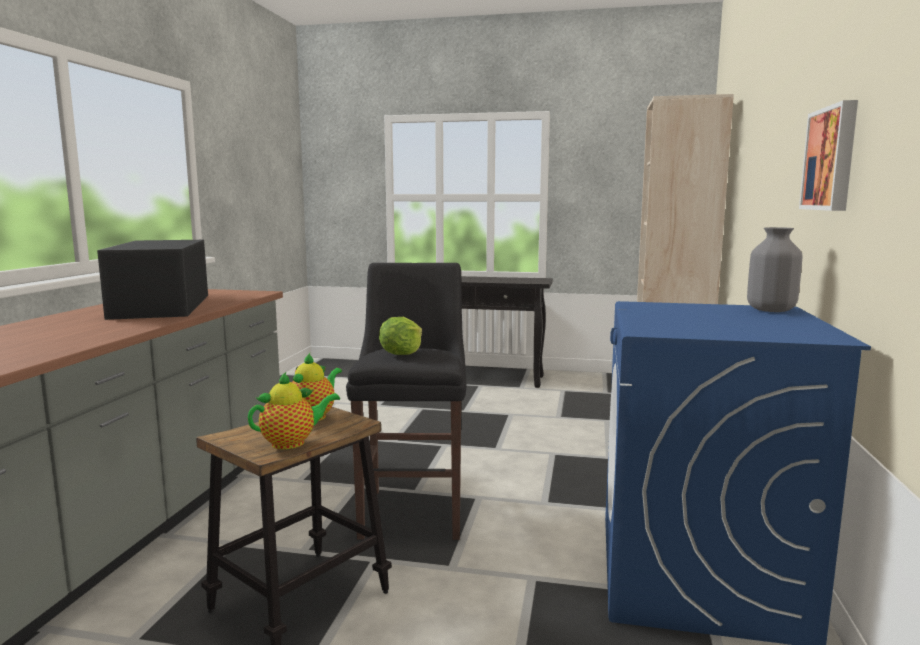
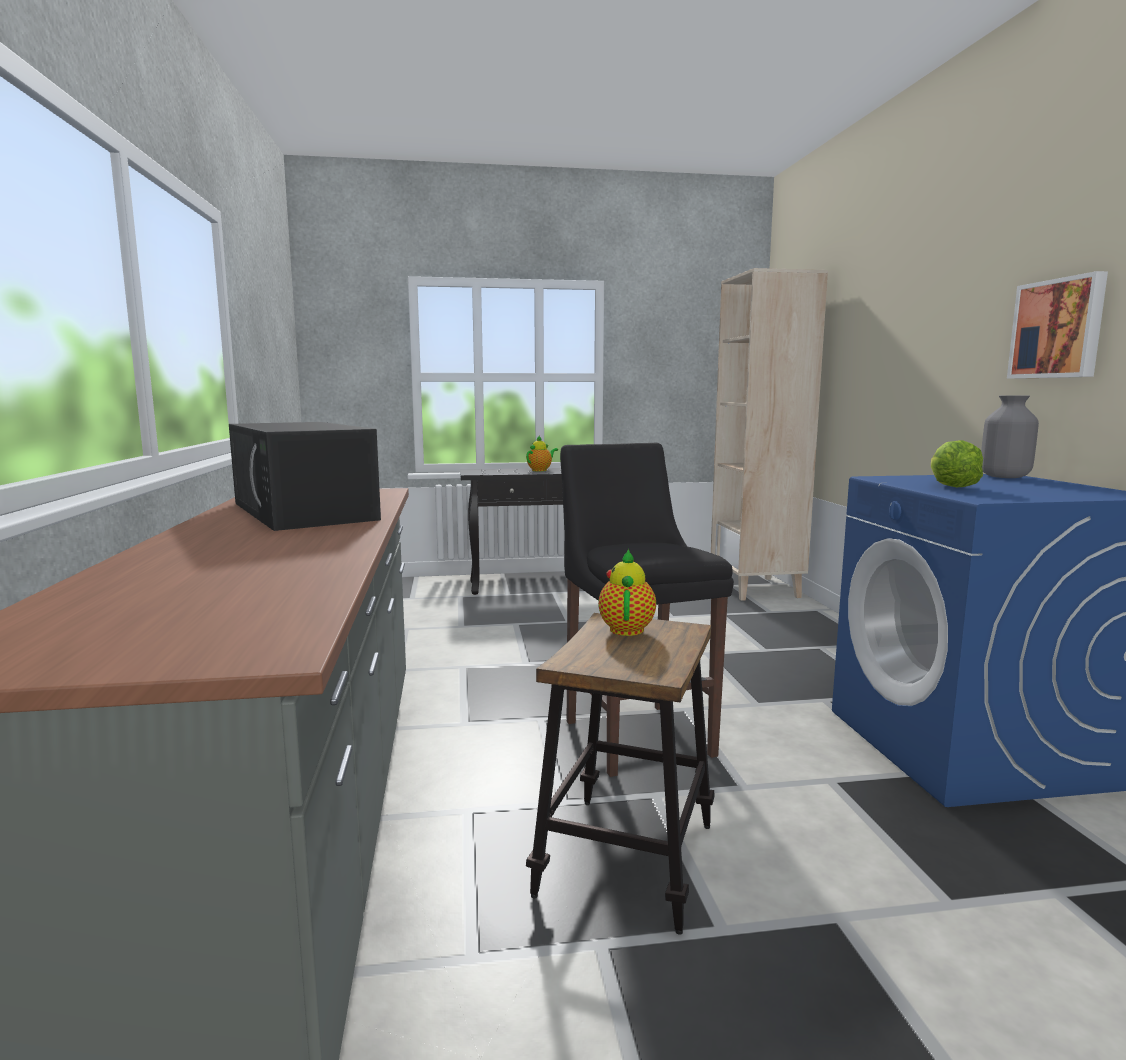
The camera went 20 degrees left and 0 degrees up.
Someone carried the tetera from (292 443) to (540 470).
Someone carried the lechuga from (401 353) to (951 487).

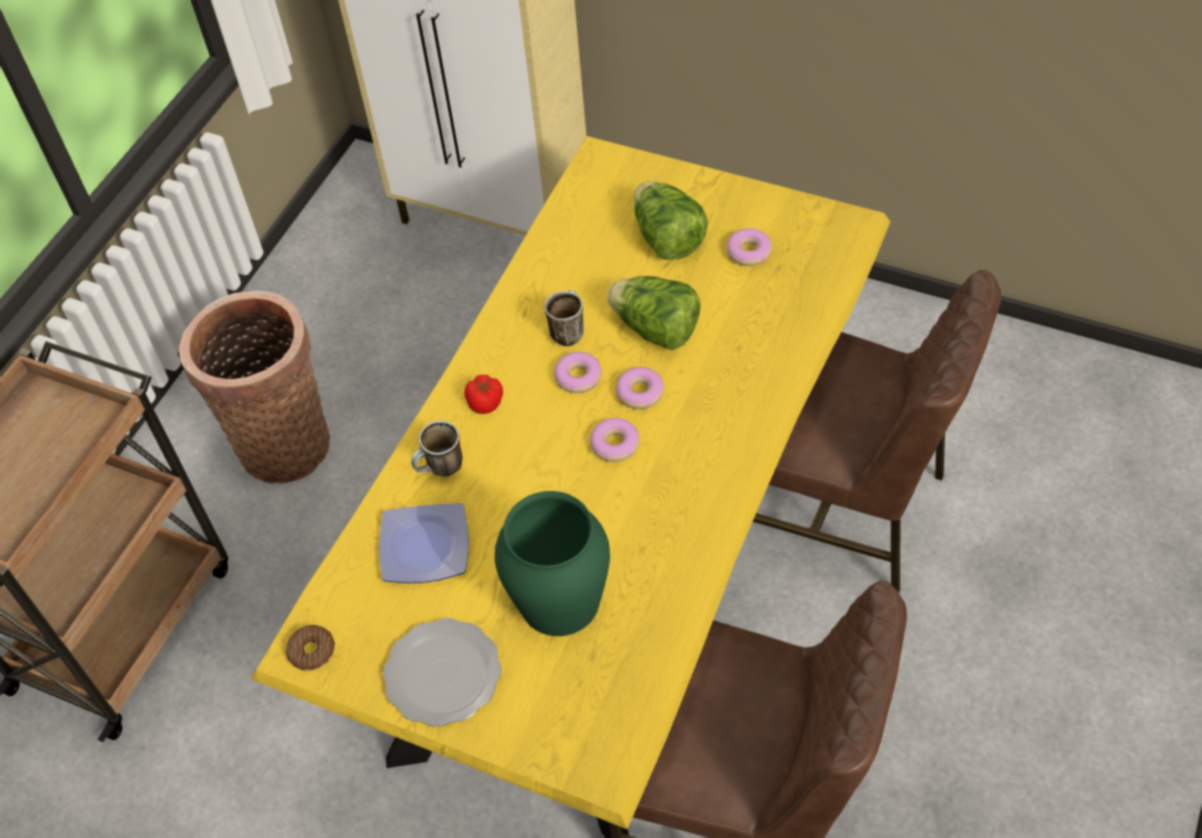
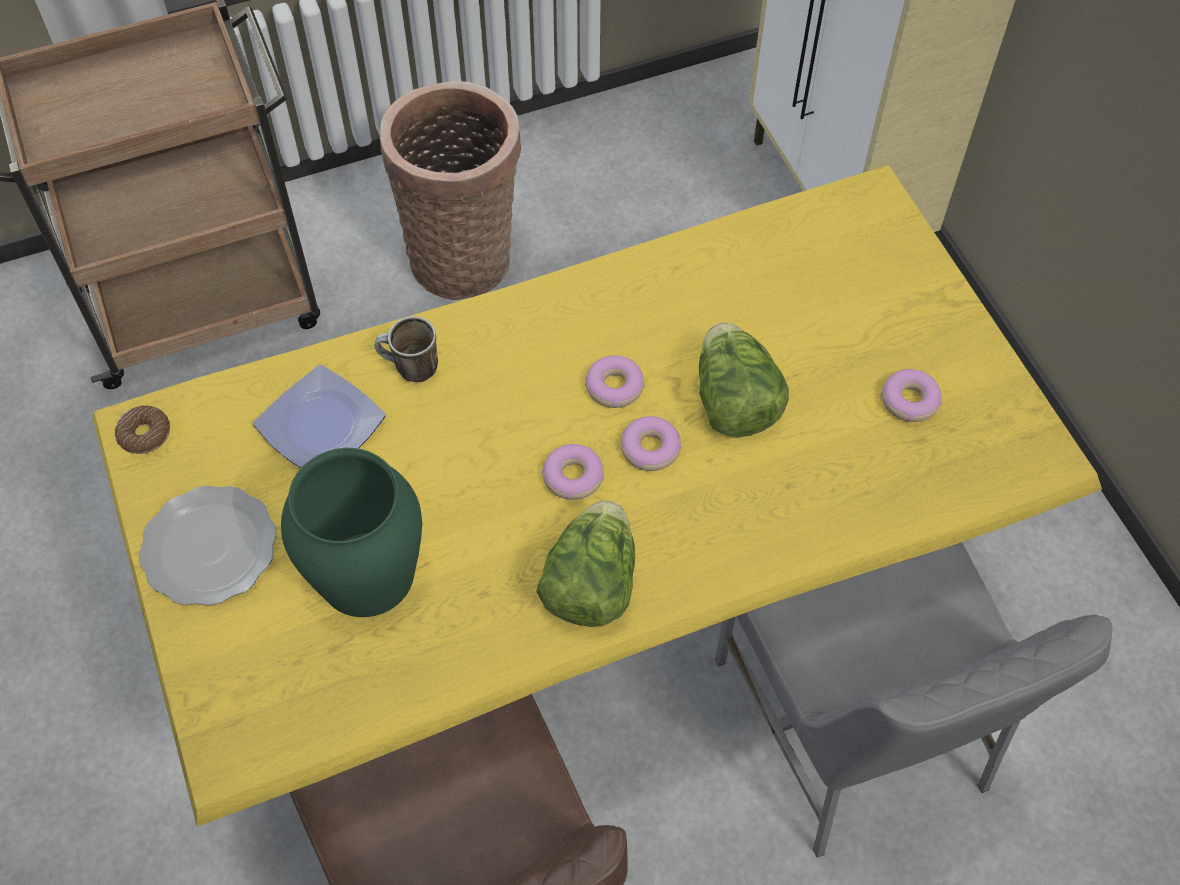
The camera went 40 degrees right and 5 degrees up.
Someone took away the tomate at (486 403).
Someone took away the taza grande at (567 331).
Someone carried the lechuga from (667 239) to (590 584).
Someone repainted the silla [marrón] at (839 507), which became the silla [gris] at (854 726).

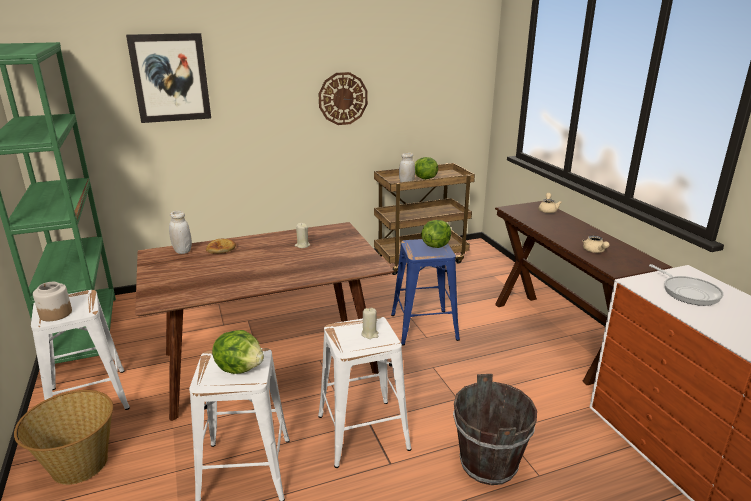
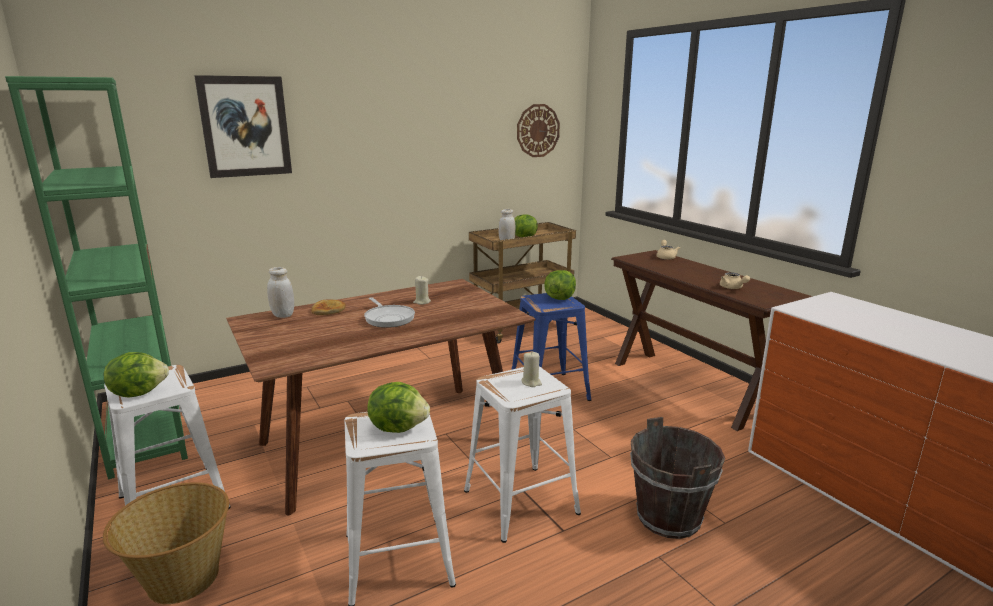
The camera went 10 degrees left and 5 degrees down.
Someone carried the reloj de pared from (343 98) to (538 130).
Someone carried the sartén from (688 292) to (388 318).
Someone swapped the tarro at (55 314) for the lechuga at (139 392).

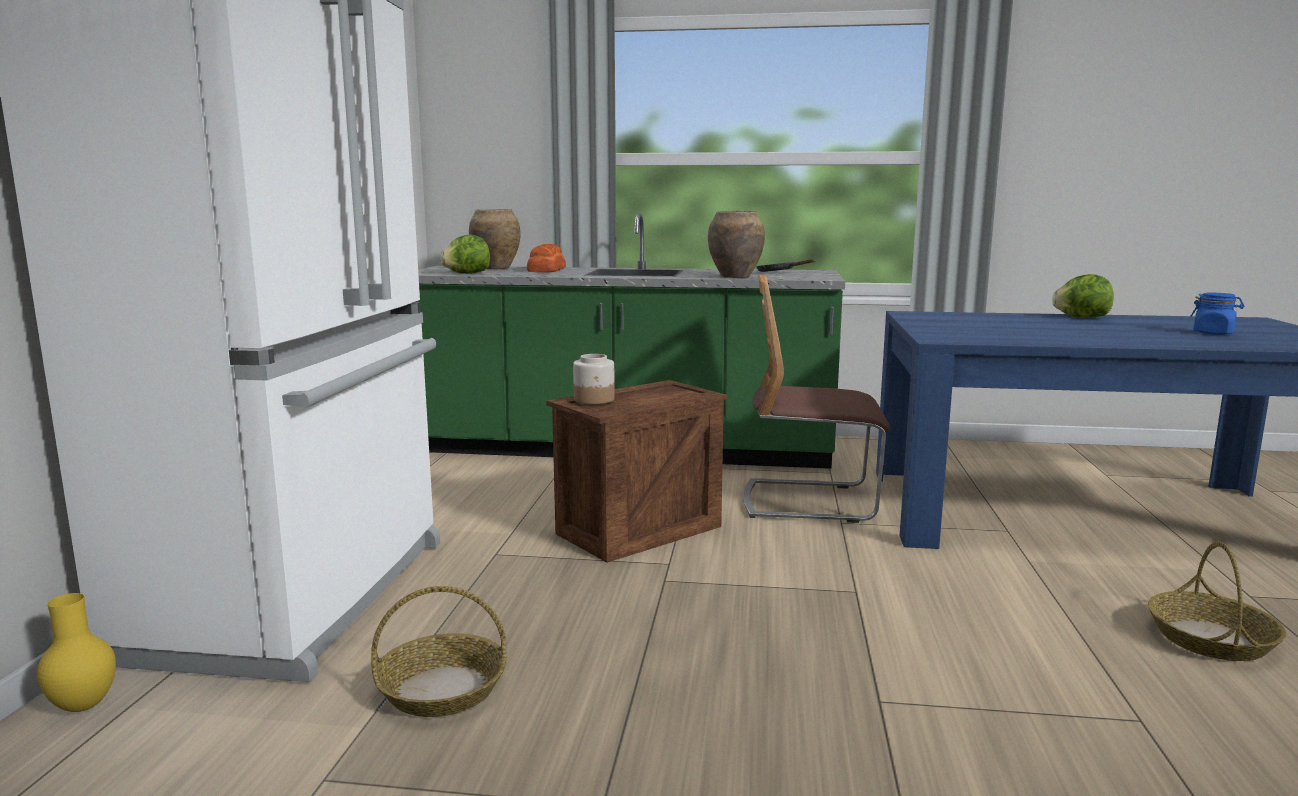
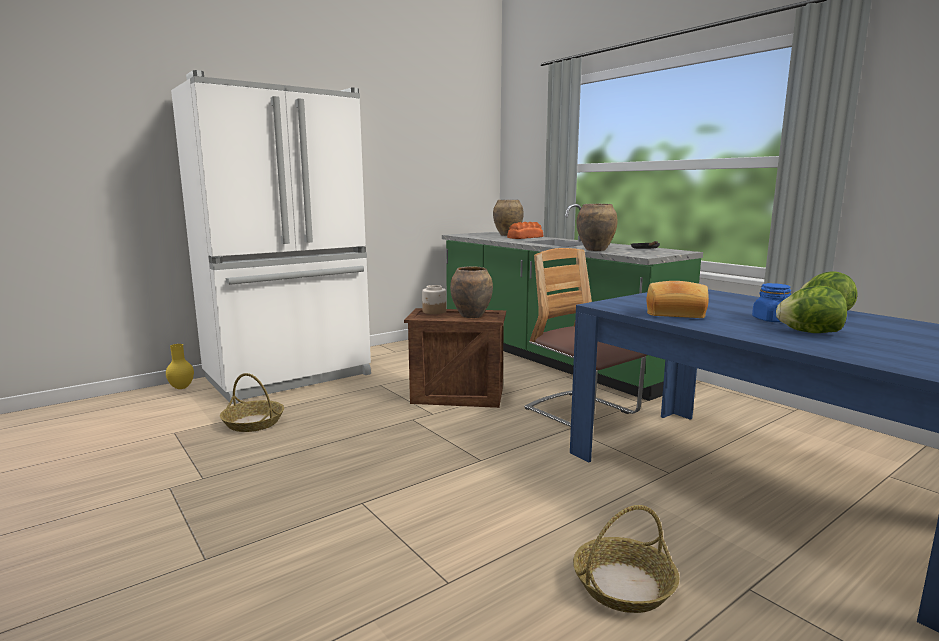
The camera went 45 degrees right and 0 degrees up.
Someone put down the florero [marrón] at (472 316).
Someone put down the pan at (675 314).
Someone carried the lechuga from (467 273) to (809 332).
Someone carried the tarro [azul] from (1213 333) to (772 320).

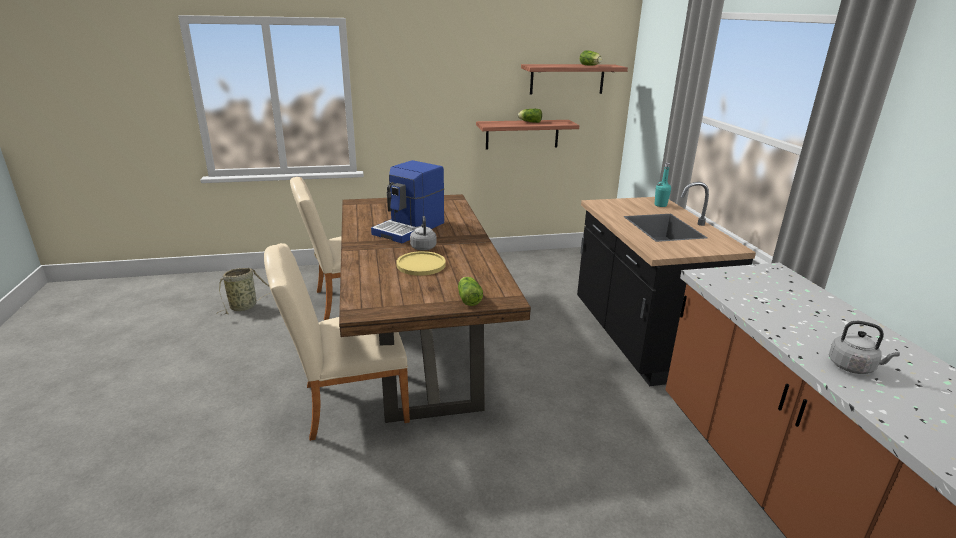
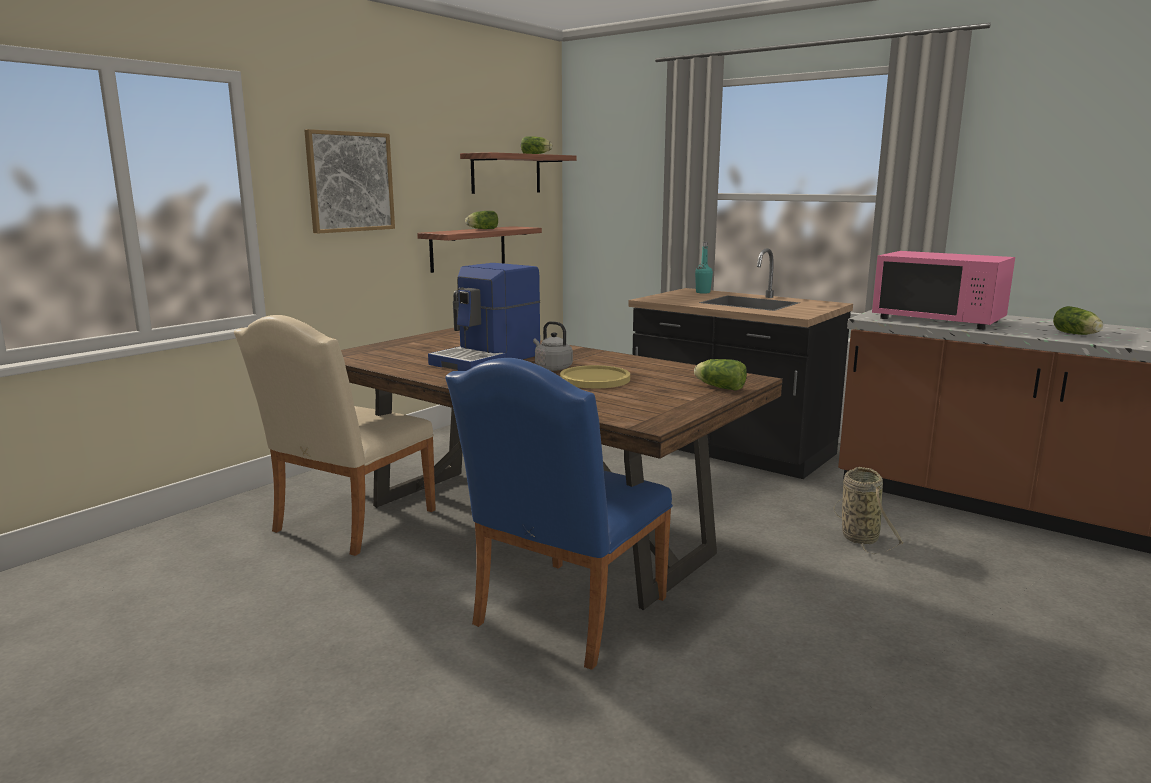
The camera went 40 degrees left and 10 degrees down.
Someone put up the cuadro at (350 182).
Someone put down the microondas [rosa] at (938 320).
Someone carried the cesta from (245 306) to (858 536).
Someone swapped the hervidor [gris] at (853 367) for the lechuga at (1077 334).
Someone repainted the silla [beis] at (347 404), which became the silla [azul] at (563 616).
Someone rotated the cafetera at (410 228) by 45 degrees clockwise.

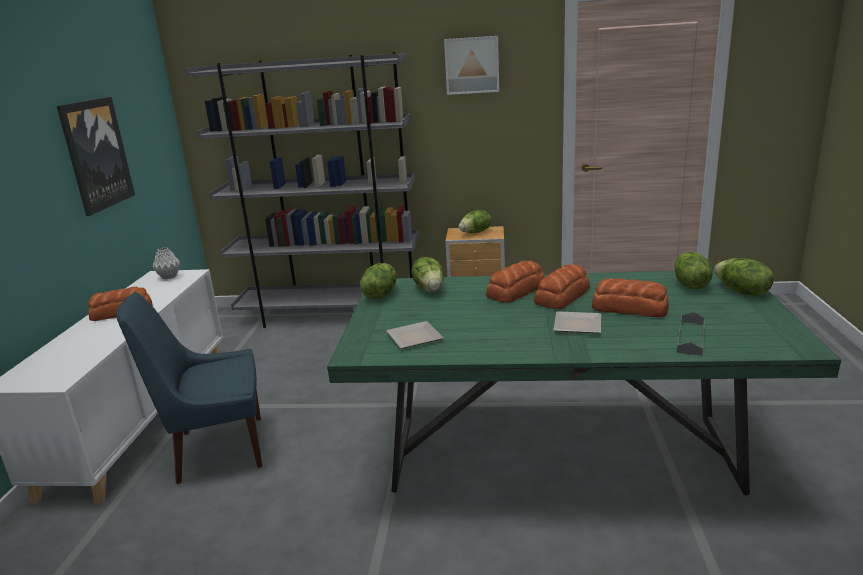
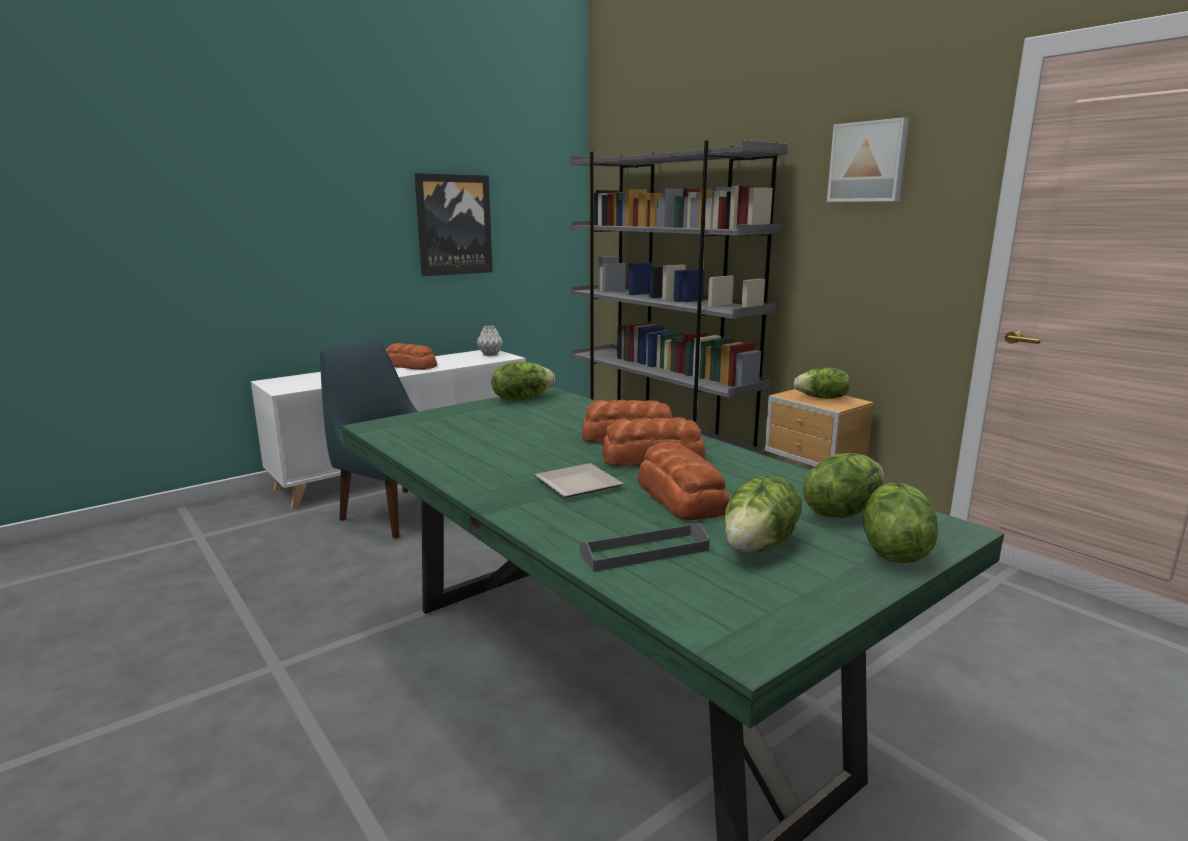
The camera went 45 degrees right and 5 degrees down.
Someone took away the plato at (412 337).
Someone carried the lechuga from (430 289) to (760 545).

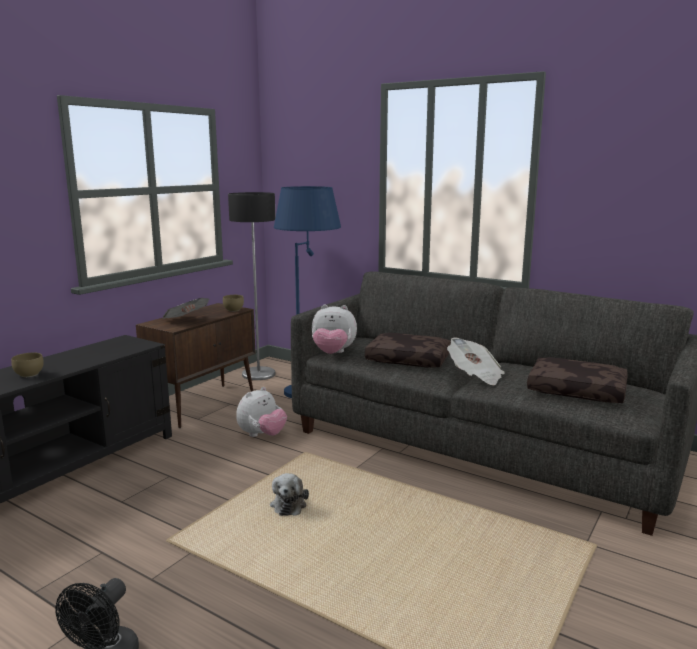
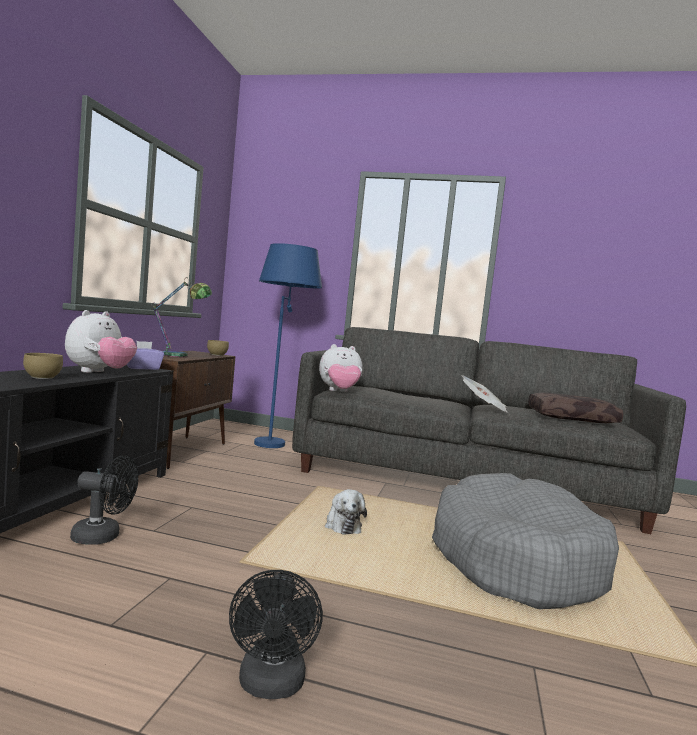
The camera went 20 degrees left and 10 degrees down.
Someone took away the lámpara de pie at (258 374).
Someone took away the cojín [marrón] at (409 359).
Someone put down the ventilador [negro] at (103 537).
Someone put down the caja de pañuelos [morado] at (143 368).
Someone put down the cama para perro [gris] at (514 559).
Someone carried the peluche from (262 435) to (99 372).
Someone swapped the periódico at (186 321) for the lámpara de mesa at (180 356).

